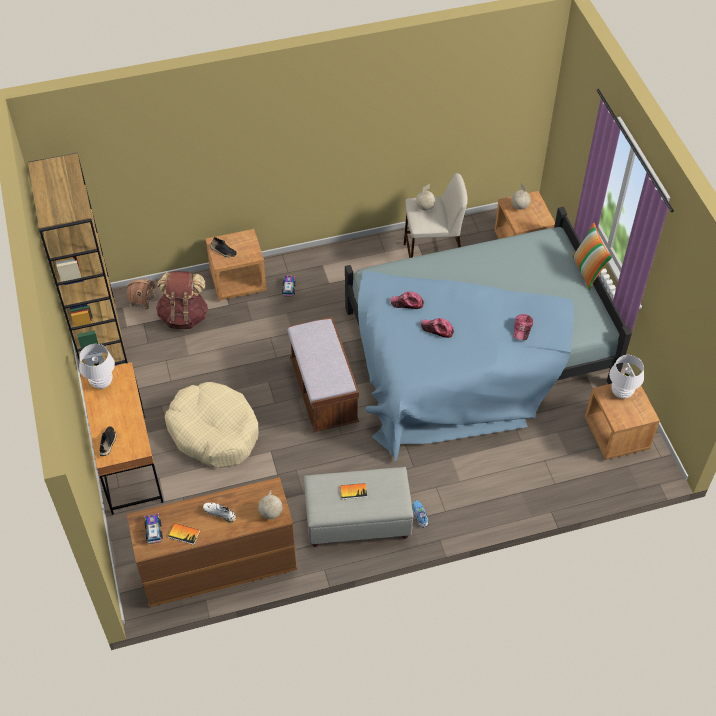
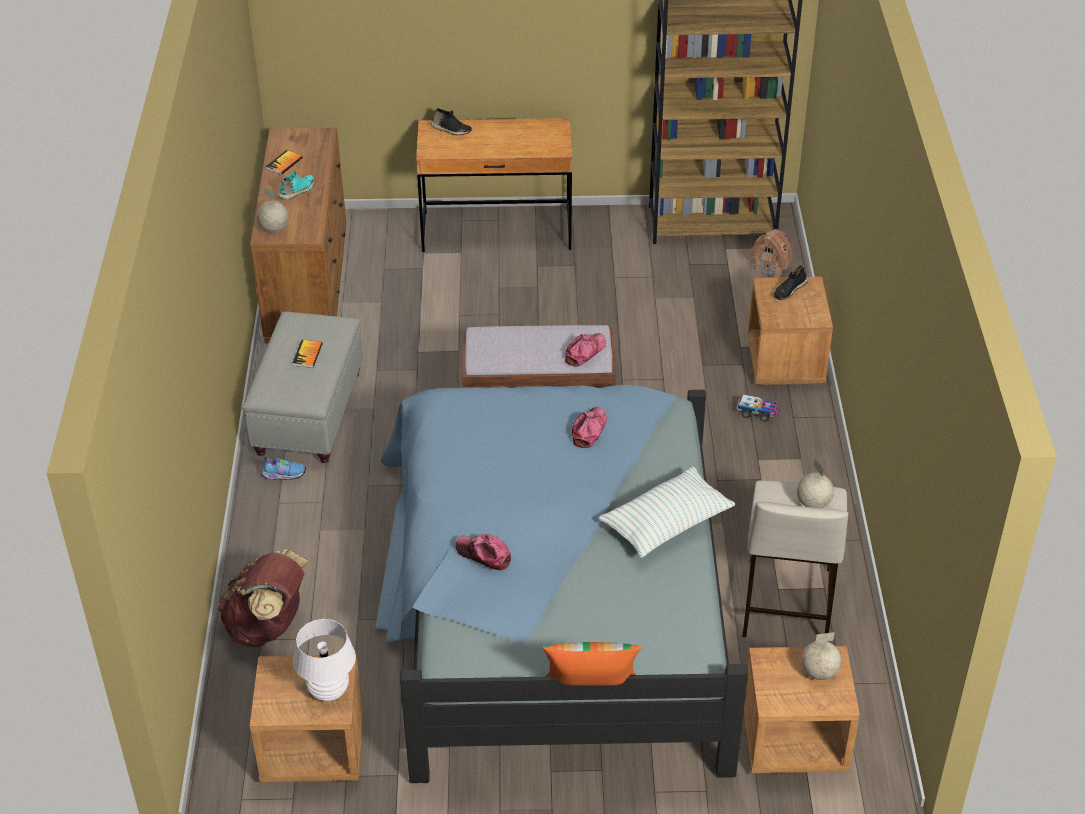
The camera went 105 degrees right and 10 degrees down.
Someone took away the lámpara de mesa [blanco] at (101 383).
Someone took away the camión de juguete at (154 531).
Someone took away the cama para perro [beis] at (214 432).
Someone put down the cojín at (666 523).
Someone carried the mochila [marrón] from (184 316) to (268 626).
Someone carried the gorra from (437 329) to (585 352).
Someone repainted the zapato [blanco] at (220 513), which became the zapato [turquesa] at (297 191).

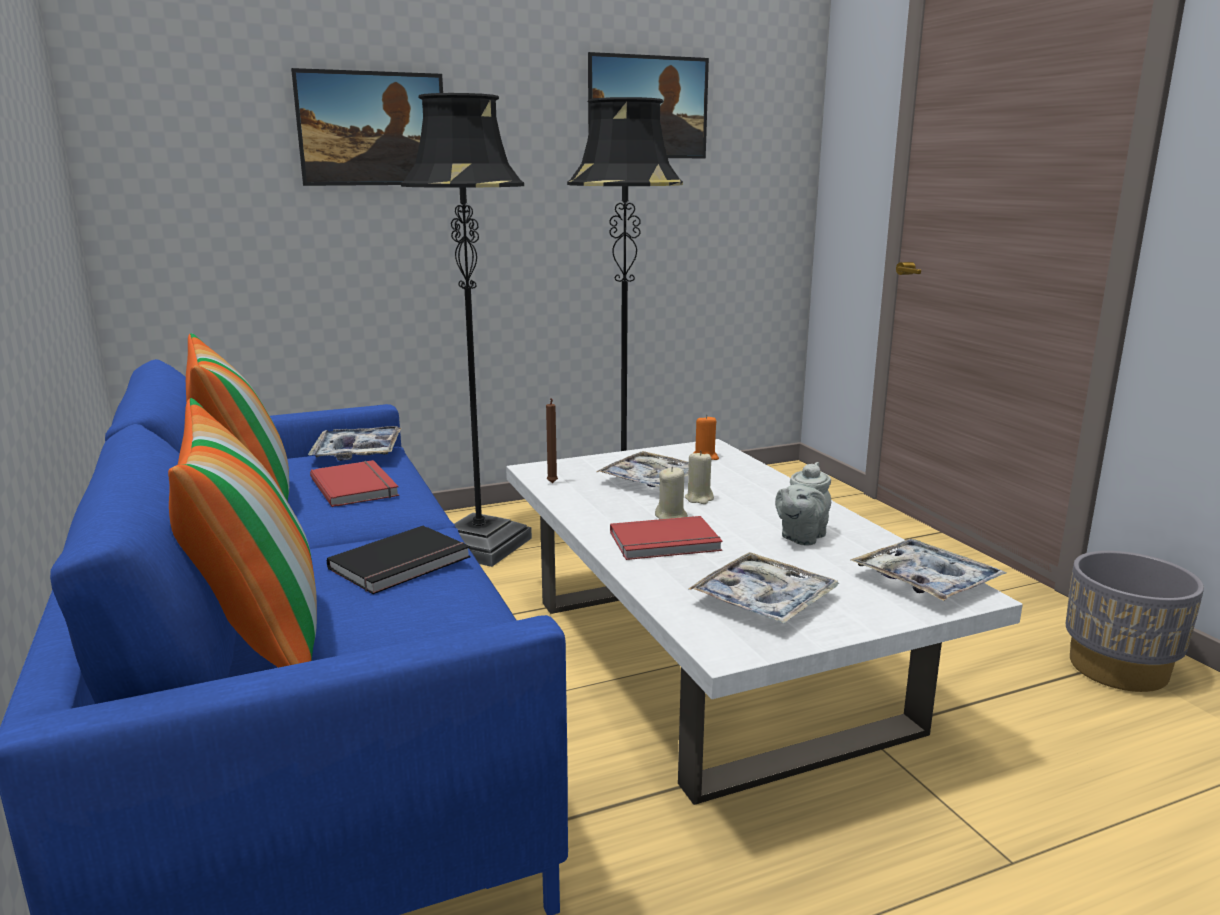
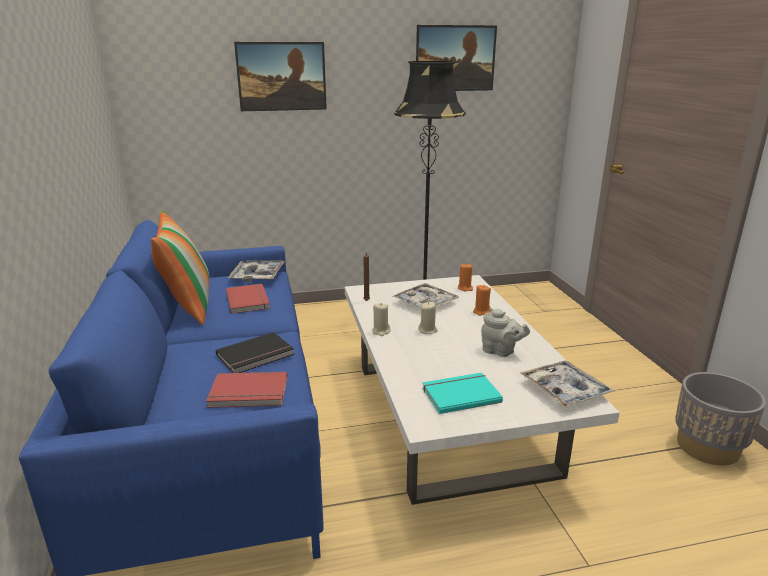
The camera went 10 degrees right and 5 degrees up.
Someone took away the cojín at (260 637).
Someone took away the lámpara de pie [negro] at (480 545).
Someone put down the vela [naranja] at (481 312).
Someone carried the libro [rojo] from (666 543) to (249 393).
Someone carried the vela [beis] from (699 498) to (381 331).
Someone swapped the bandeja at (764 600) for the libro [turquesa] at (460 394).
Someone rotated the tetera [gris] at (801 537) by 105 degrees counterclockwise.

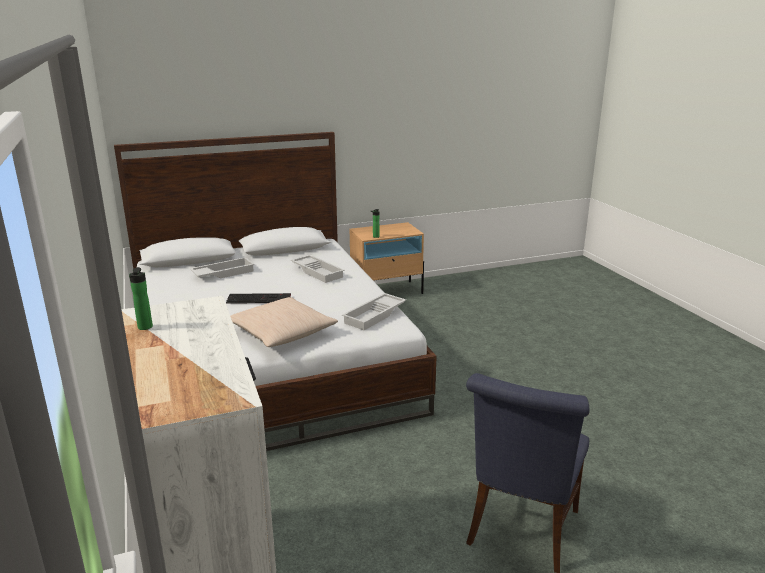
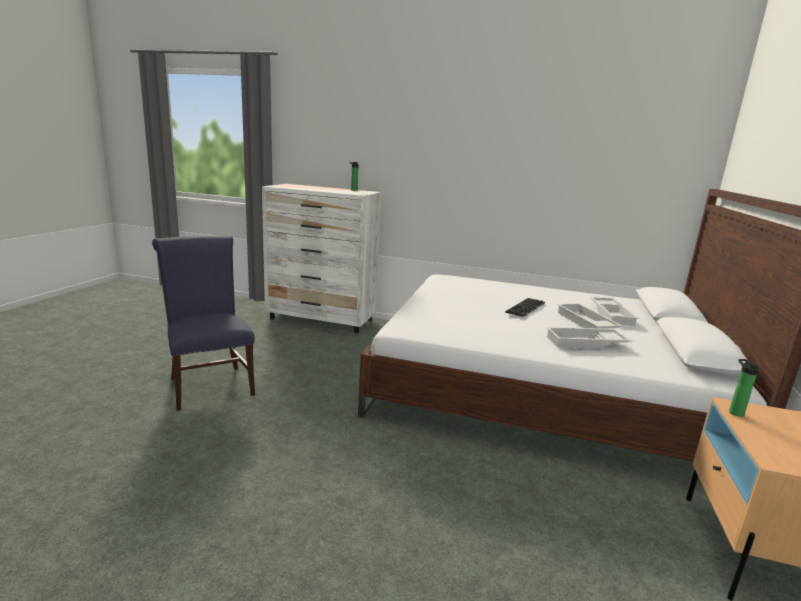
The camera went 125 degrees right and 5 degrees down.
Someone took away the cojín [beis] at (282 333).
Someone carried the bandeja [blanco] from (375 316) to (585 322).

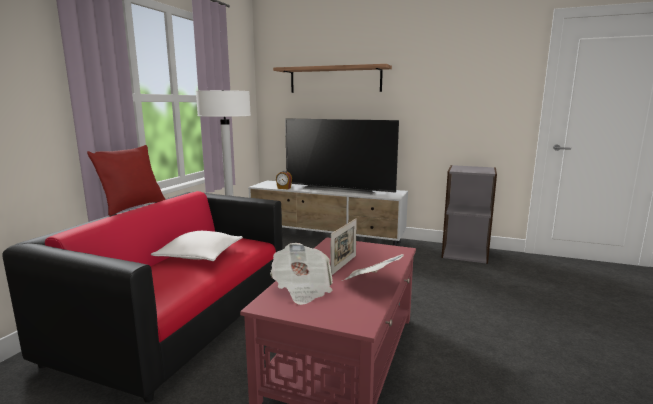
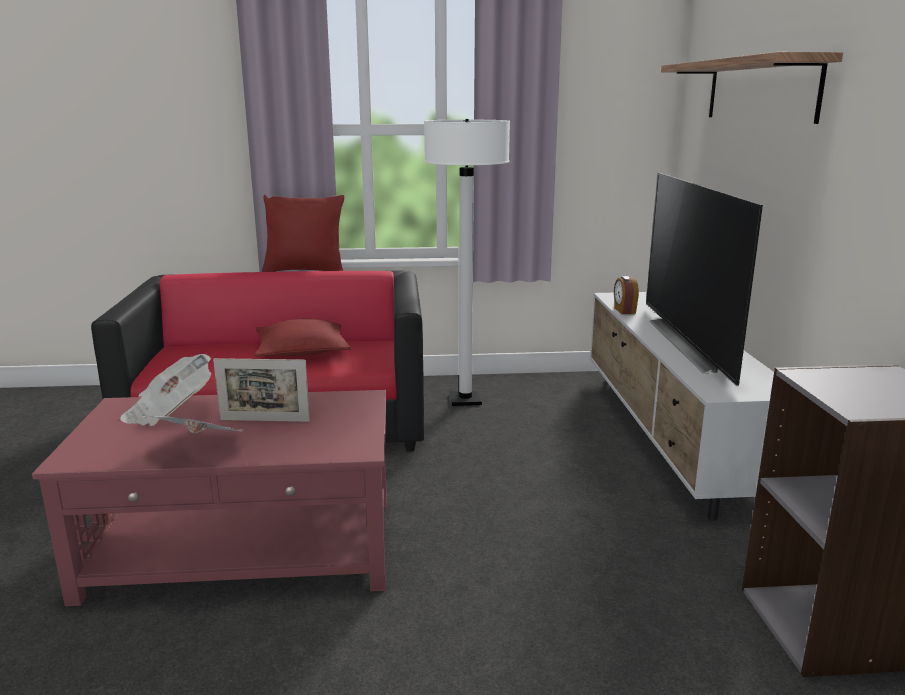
The camera went 65 degrees right and 5 degrees up.
Someone repainted the cojín [blanco] at (200 255), which became the cojín [rojo] at (302 351).

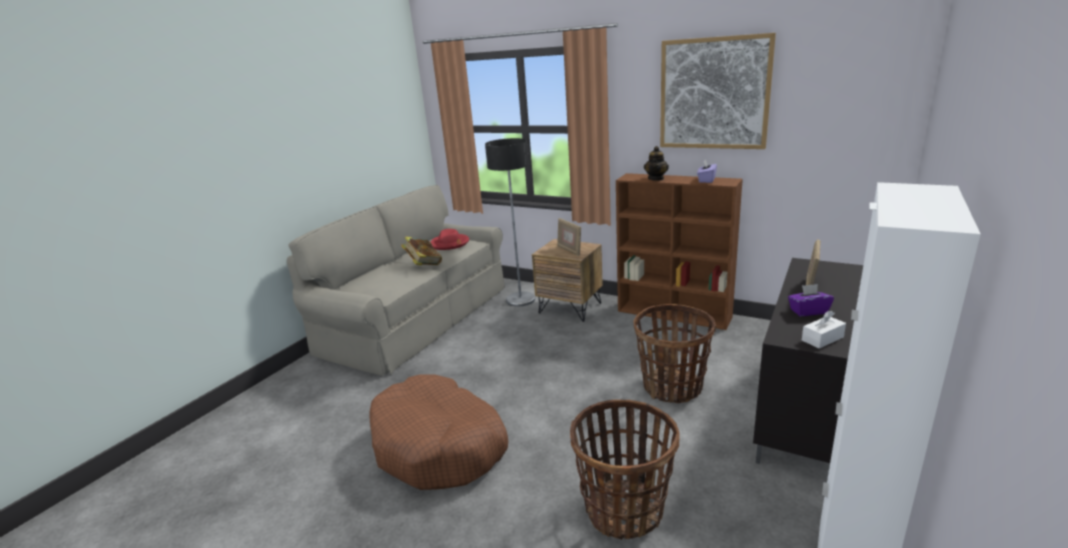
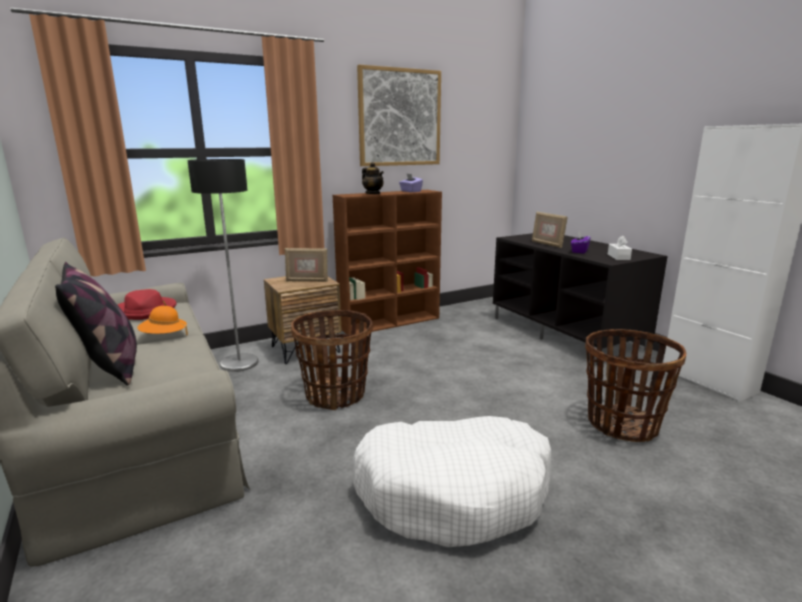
The camera went 60 degrees left and 5 degrees down.
Someone put down the cojín at (110 367).
Someone carried the cesta from (672 387) to (335 395).
Someone swapped the libro at (423 265) for the sombrero [naranja] at (164 336).
Someone repainted the cama para perro [marrón] at (439 445), which became the cama para perro [blanco] at (454 492).

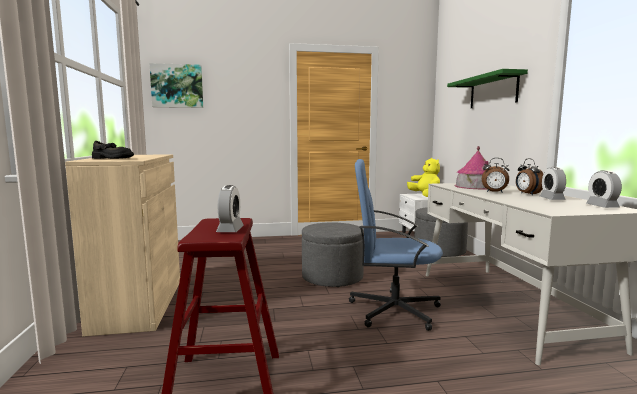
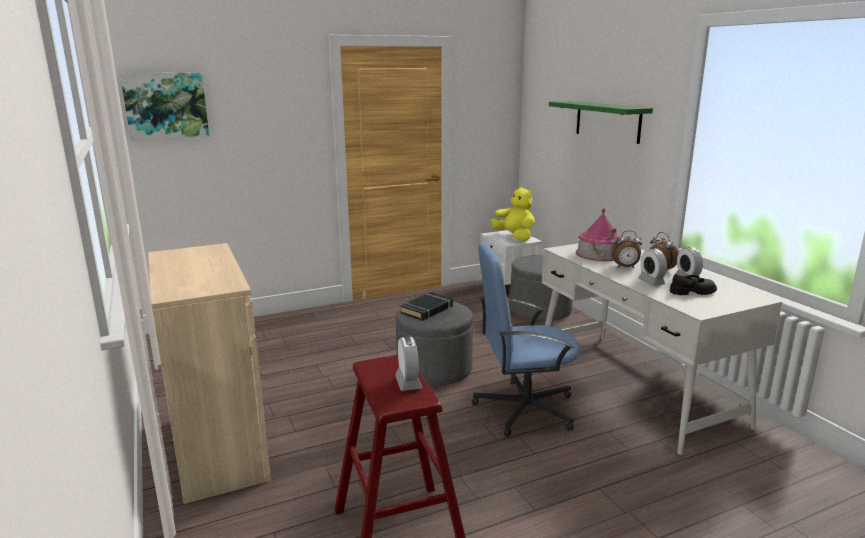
The camera went 15 degrees left and 10 degrees up.
Someone put down the libro [negro] at (427 310).
Someone carried the zapato [negro] from (112 158) to (693 292).
Someone carried the despertador from (602 206) to (651 282).

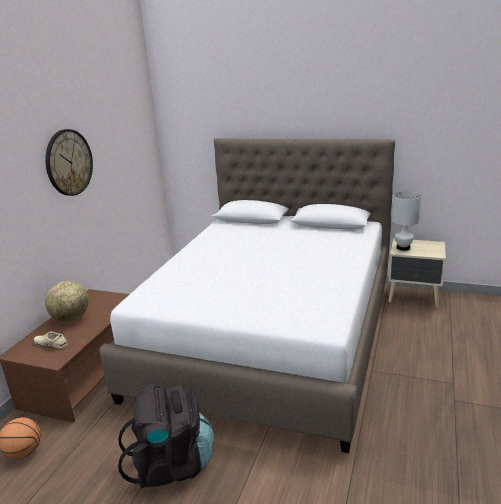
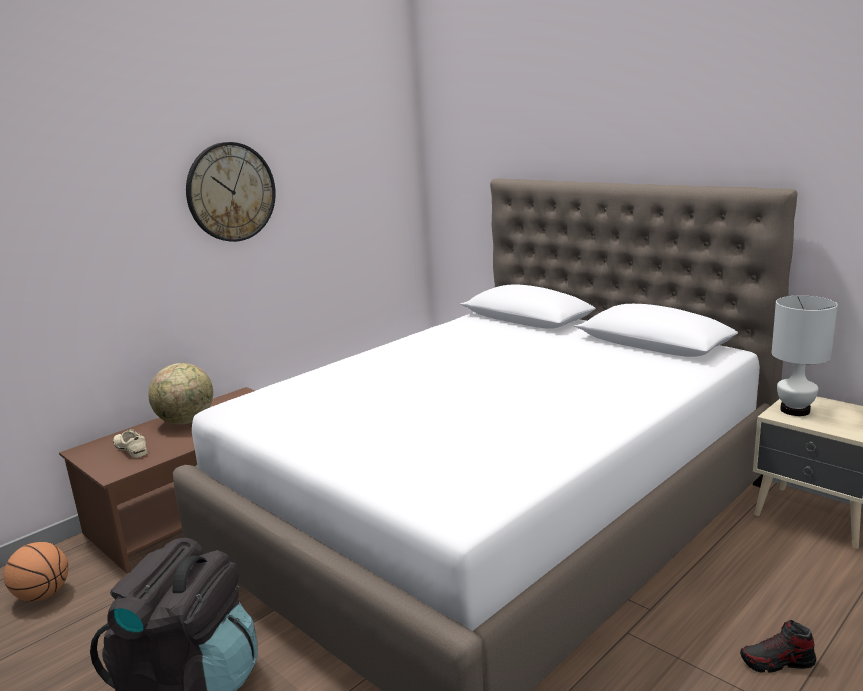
The camera went 25 degrees right and 5 degrees down.
Someone put down the zapato at (777 662).

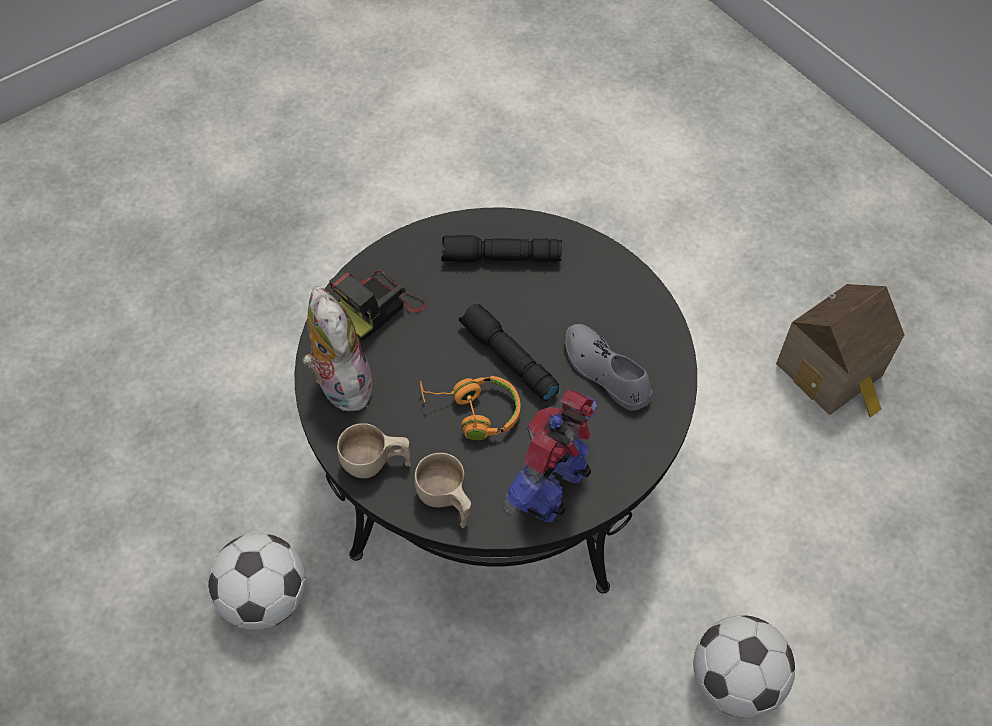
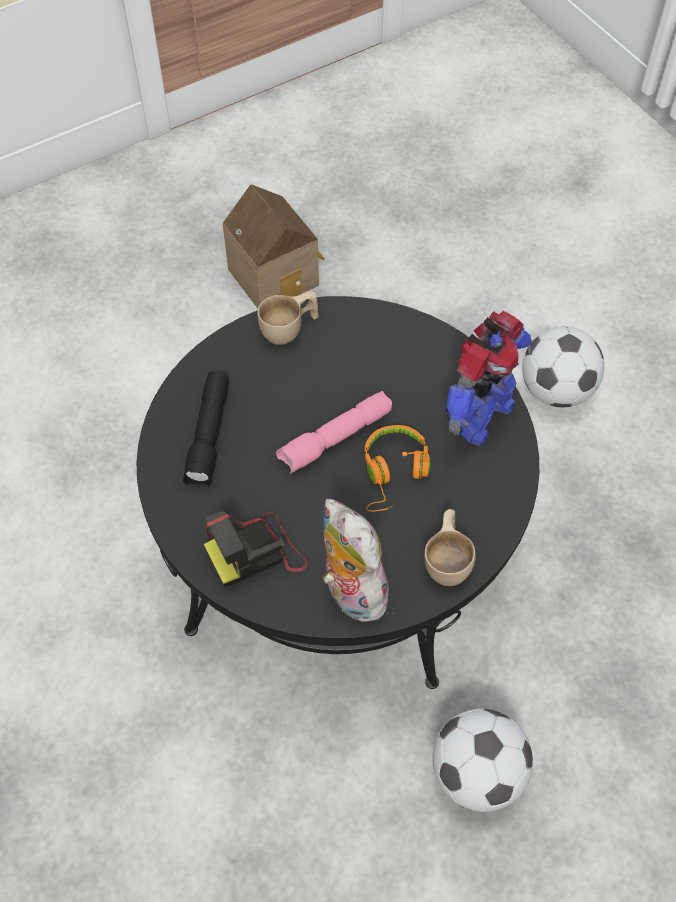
The camera went 85 degrees left and 0 degrees up.
Someone took away the zapato [gris] at (605 372).
Someone carried the taza [beis] from (446 501) to (290 330).
Someone repainted the linterna [negro] at (507 359), which became the linterna [rosa] at (335 440).
Someone rotated the peluche at (340 383) by 75 degrees clockwise.
Someone rotated the cámara at (377 307) by 105 degrees clockwise.
Someone rotated the robot de juguete at (553 487) by 90 degrees counterclockwise.

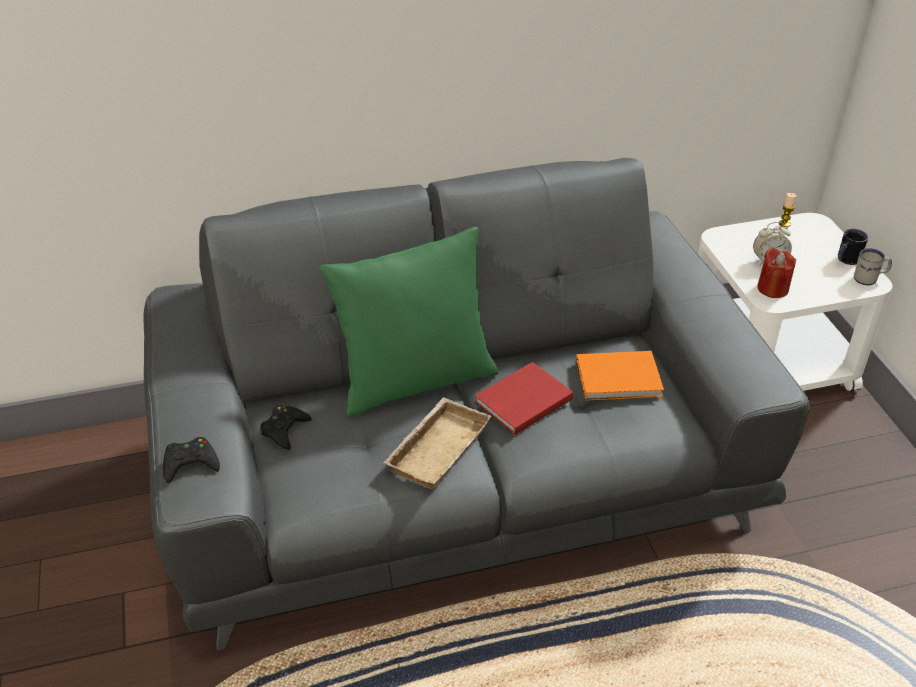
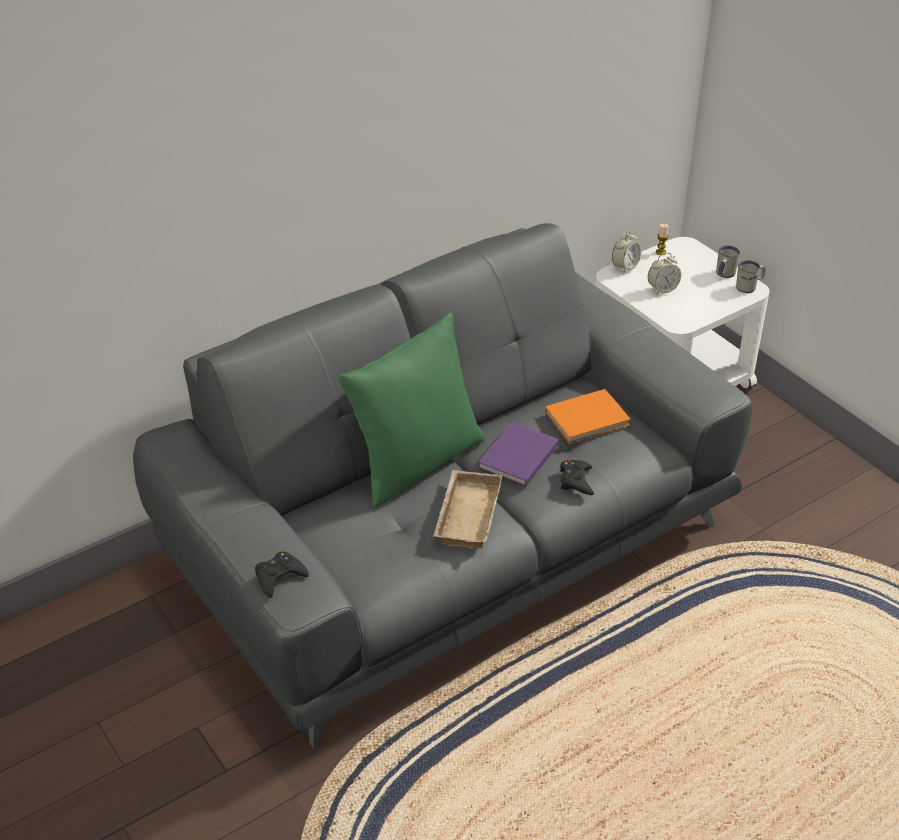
The camera went 20 degrees left and 0 degrees up.
Someone took away the vela [rojo] at (772 288).
Someone put down the despertador at (625 267).
Someone carried the mando de consola [negro] from (284 430) to (576 481).
Someone repainted the libro [rojo] at (521 401), which became the libro [morado] at (516 458).
Someone repainted the taza grande [negro] at (845 260), which became the taza grande [blanco] at (723 274).

